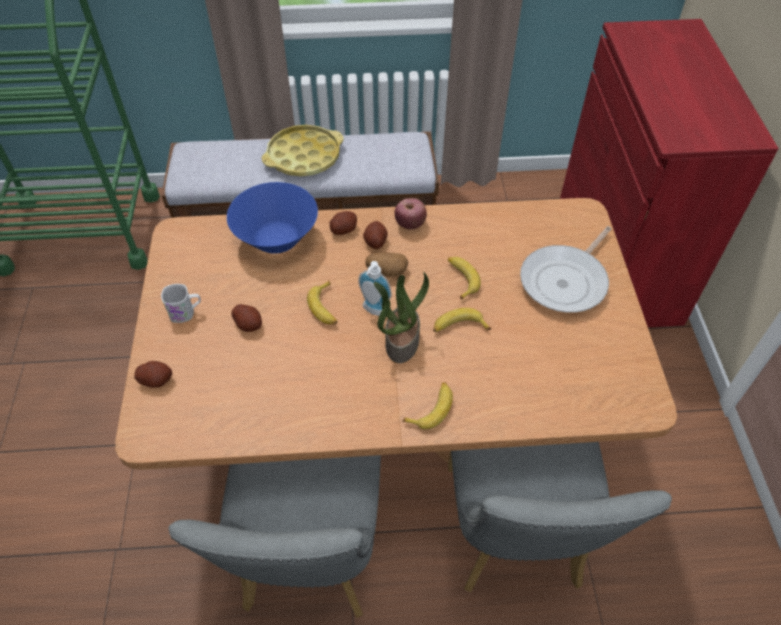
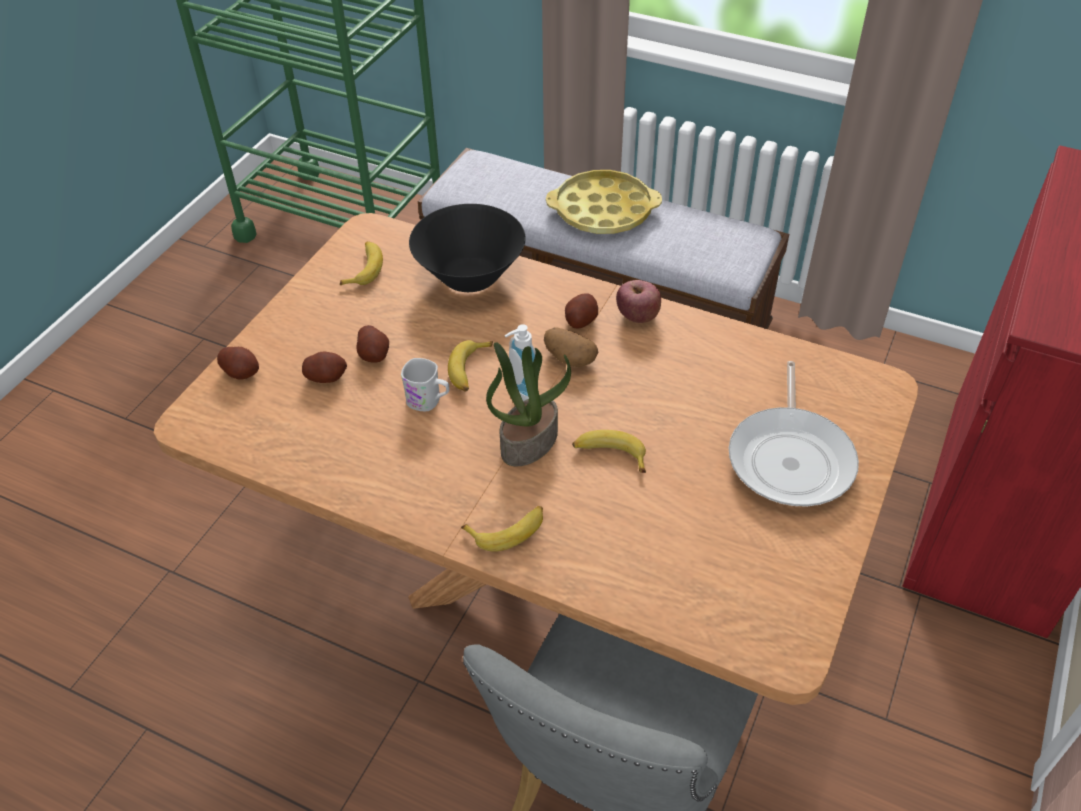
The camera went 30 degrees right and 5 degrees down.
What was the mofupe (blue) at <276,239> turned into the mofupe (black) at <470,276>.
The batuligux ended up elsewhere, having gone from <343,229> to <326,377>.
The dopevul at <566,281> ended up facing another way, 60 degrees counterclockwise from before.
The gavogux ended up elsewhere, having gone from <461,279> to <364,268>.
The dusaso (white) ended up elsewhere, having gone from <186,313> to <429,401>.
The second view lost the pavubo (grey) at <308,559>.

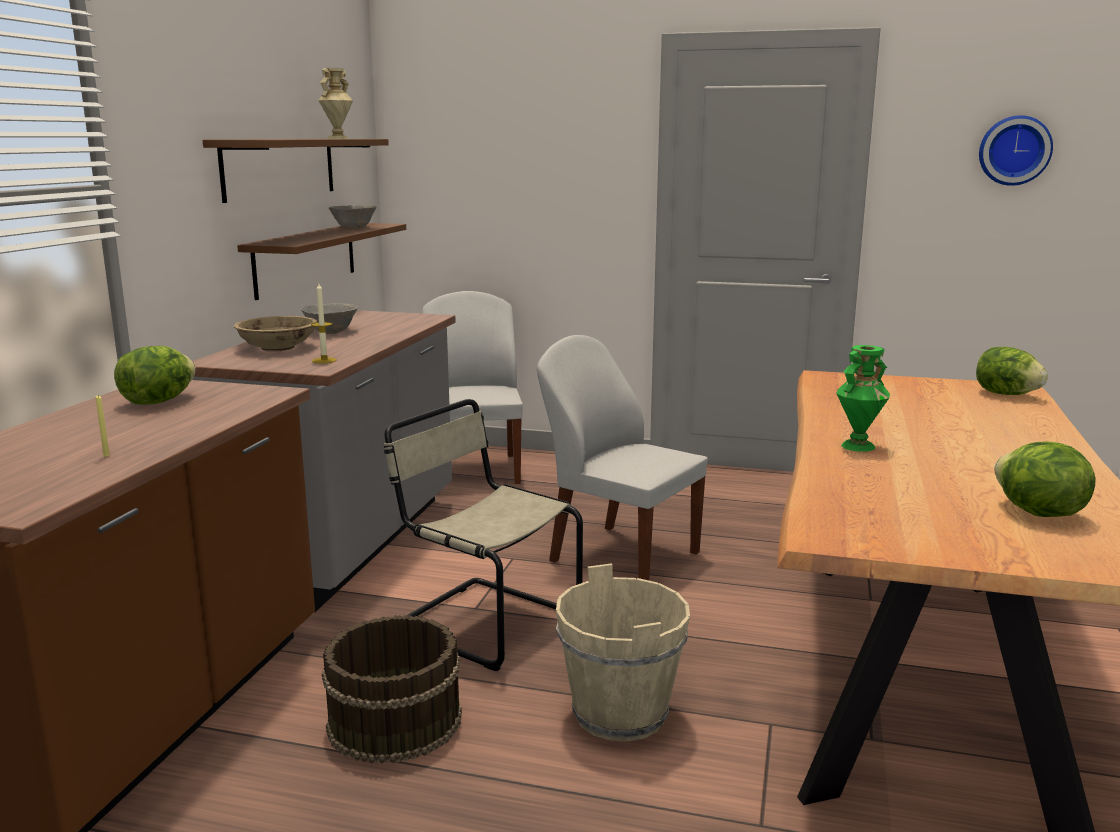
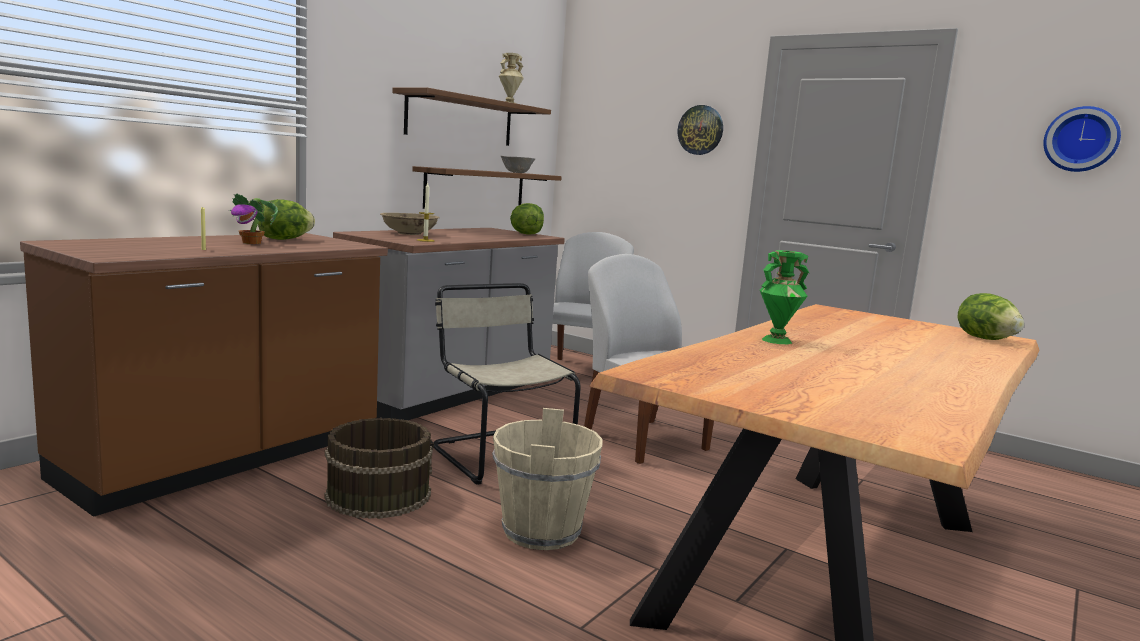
The camera went 20 degrees right and 5 degrees down.
The second view lost the mofupe (grey) at <331,331>.
The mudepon ended up elsewhere, having gone from <1037,513> to <526,234>.
The second view gained the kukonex at <700,130>.
The second view gained the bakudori at <252,243>.

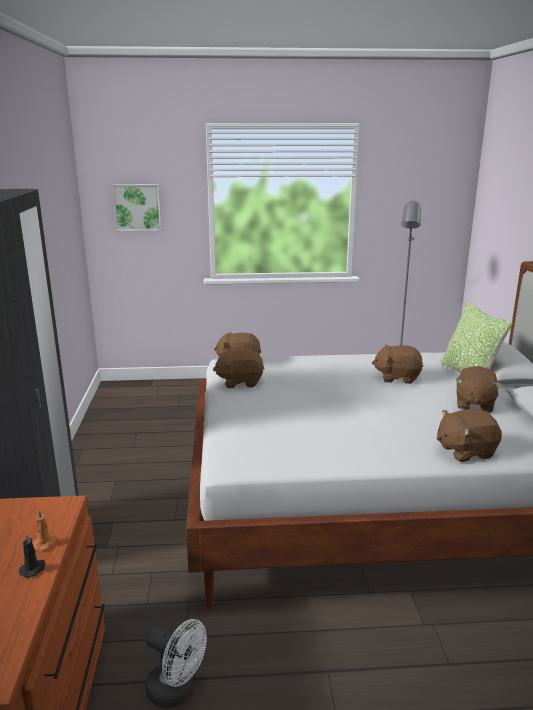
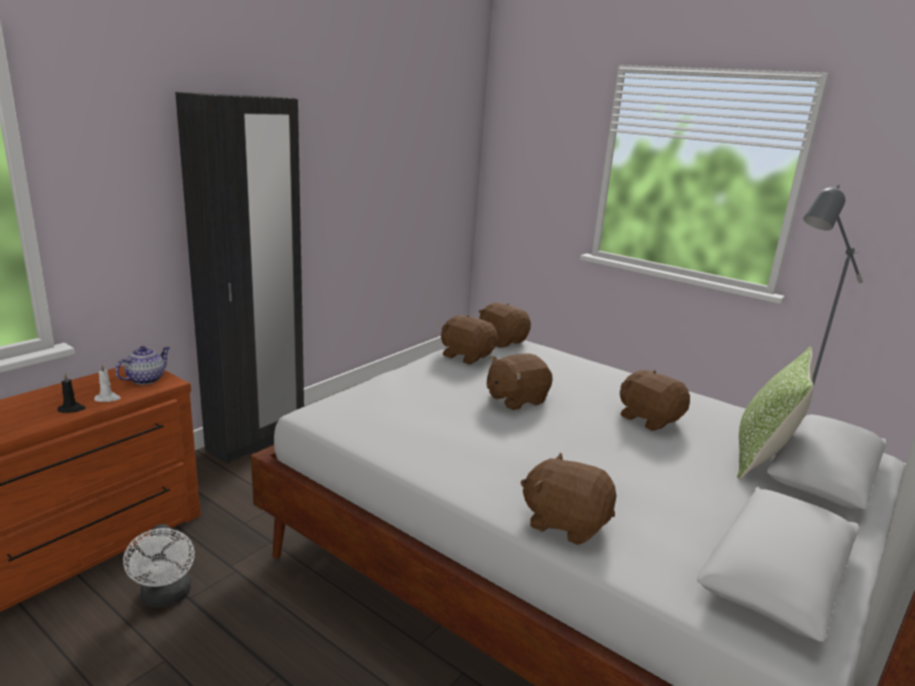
The camera went 40 degrees right and 0 degrees up.
The second view lost the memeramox at <138,207>.
The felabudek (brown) ended up elsewhere, having gone from <474,404> to <515,399>.
What was the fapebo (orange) at <45,543> turned into the fapebo (white) at <108,398>.
The second view gained the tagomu at <146,379>.

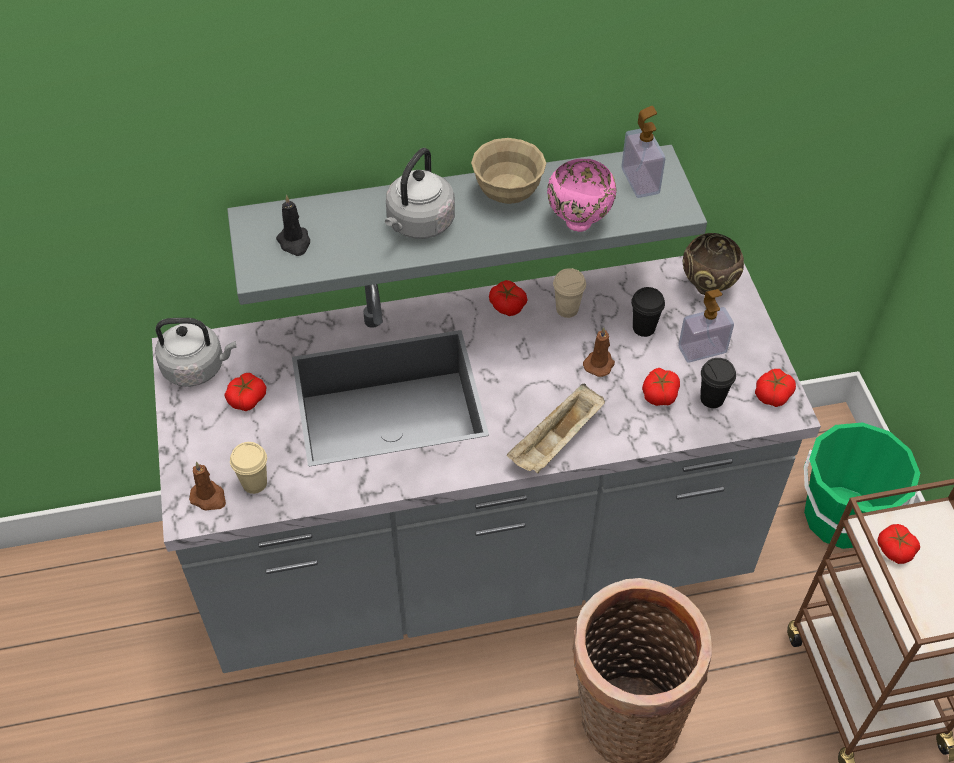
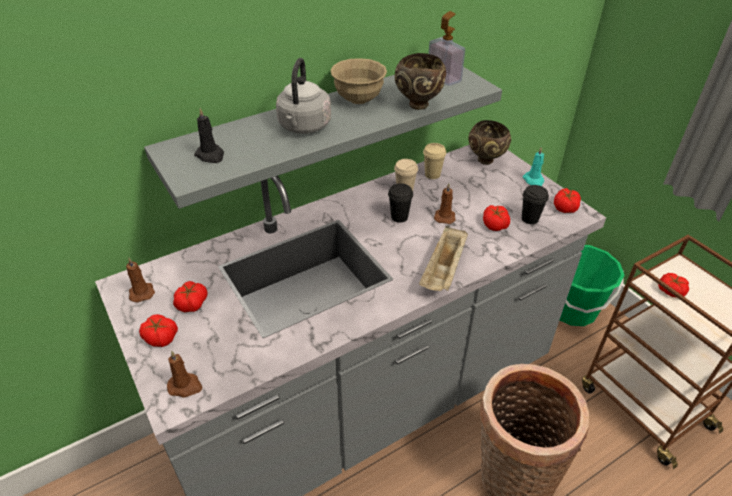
The camera went 20 degrees left and 10 degrees down.
What was the mofupe (pink) at <578,221> turned into the mofupe (brown) at <418,104>.
The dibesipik ended up elsewhere, having gone from <507,305> to <160,337>.
The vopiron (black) ended up elsewhere, having gone from <643,328> to <399,217>.
The second view lost the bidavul at <702,349>.
Where the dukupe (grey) stood at <197,368>, the fapebo (brown) came to stand at <141,292>.
The vopiron (beige) ended up elsewhere, having gone from <254,483> to <432,175>.
The second view gained the fapebo (turquoise) at <533,181>.

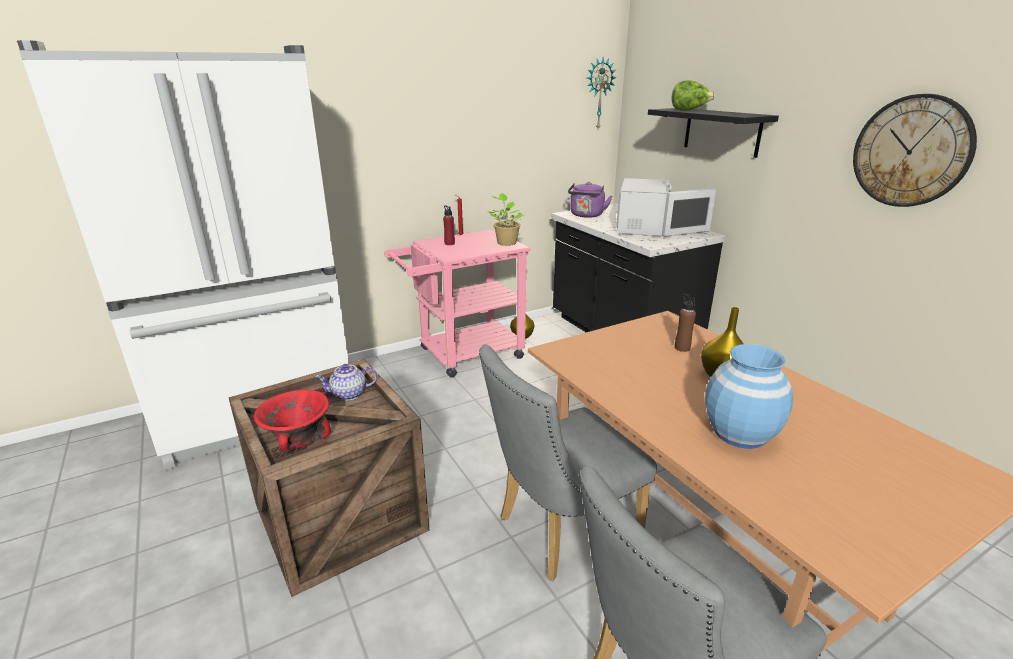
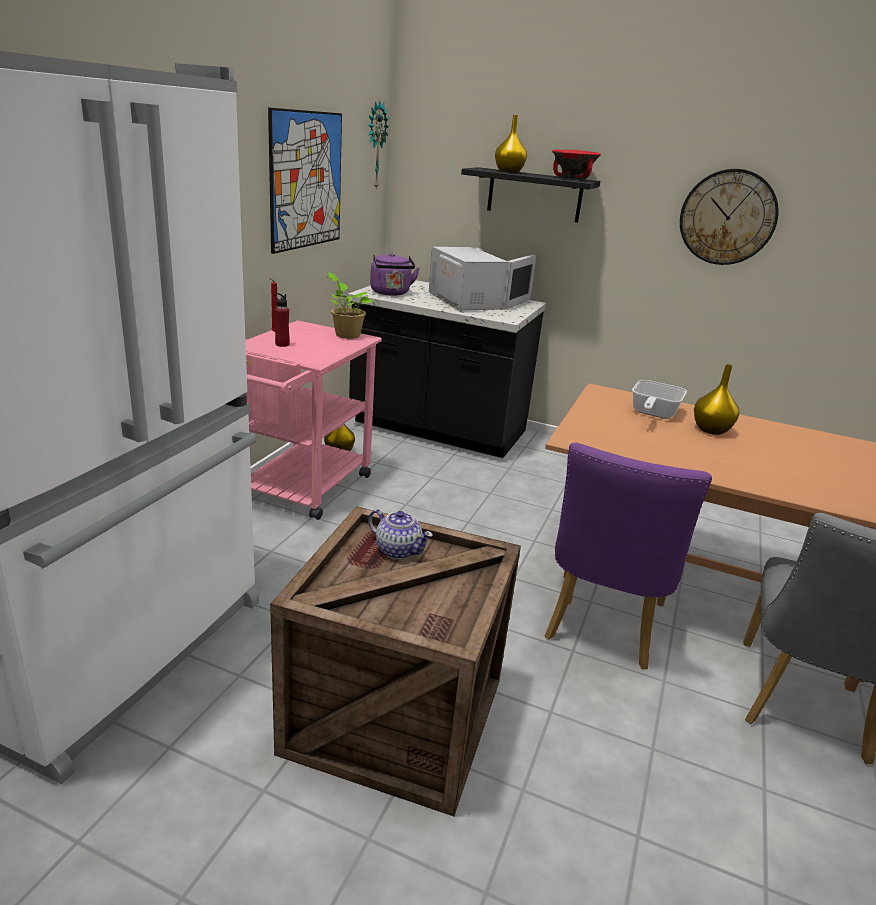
The camera went 40 degrees left and 0 degrees up.
Where the mudepon stood at <689,110>, the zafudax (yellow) came to stand at <508,172>.
Where the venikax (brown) stood at <682,348>, the dopevul came to stand at <652,414>.
What was the pavubo (grey) at <559,531> turned into the pavubo (purple) at <601,627>.
The second view lost the zafudax (blue) at <739,433>.
The tagomu at <349,394> ended up facing another way, 90 degrees counterclockwise from before.
The mofupe (red) ended up elsewhere, having gone from <299,439> to <572,179>.
The second view gained the memeramox at <306,180>.

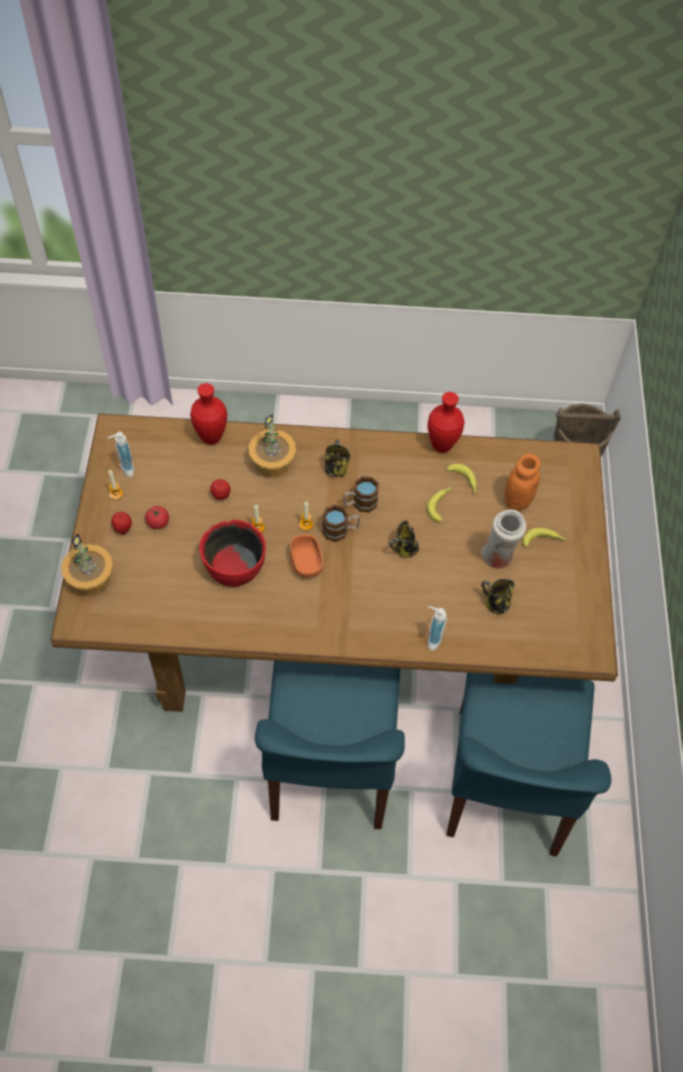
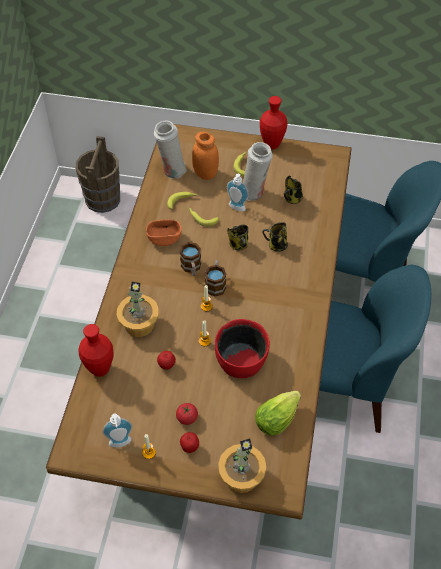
The camera went 80 degrees left and 5 degrees down.
The zafudax (red) ended up elsewhere, having gone from <442,445> to <271,145>.
The dusaso ended up elsewhere, having gone from <335,468> to <276,245>.
The mofupe (orange) ended up elsewhere, having gone from <306,563> to <164,238>.
The bidavul ended up elsewhere, having gone from <431,638> to <236,208>.
The second view gained the zafudax (white) at <171,171>.
The second view gained the mudepon at <279,417>.

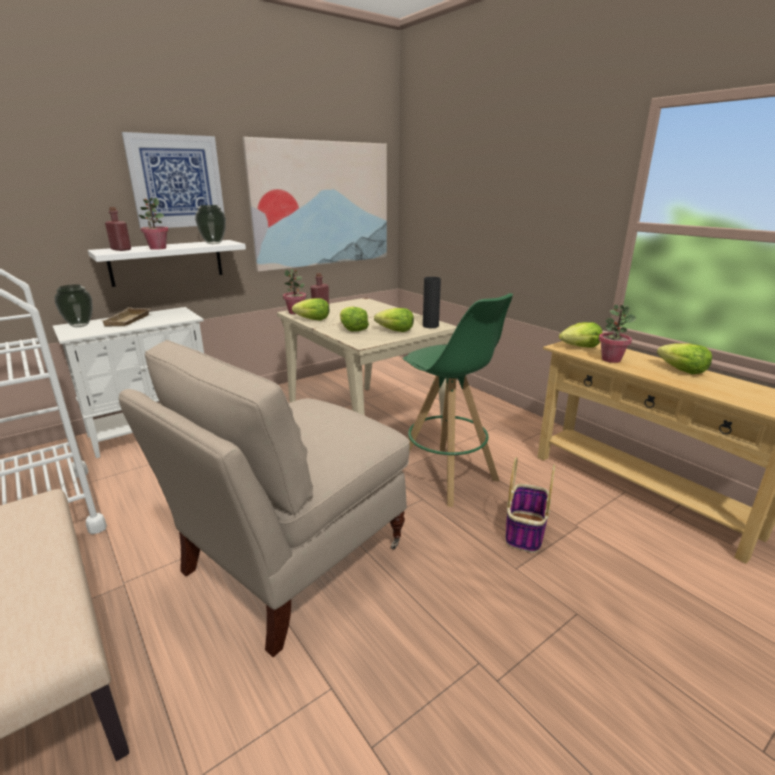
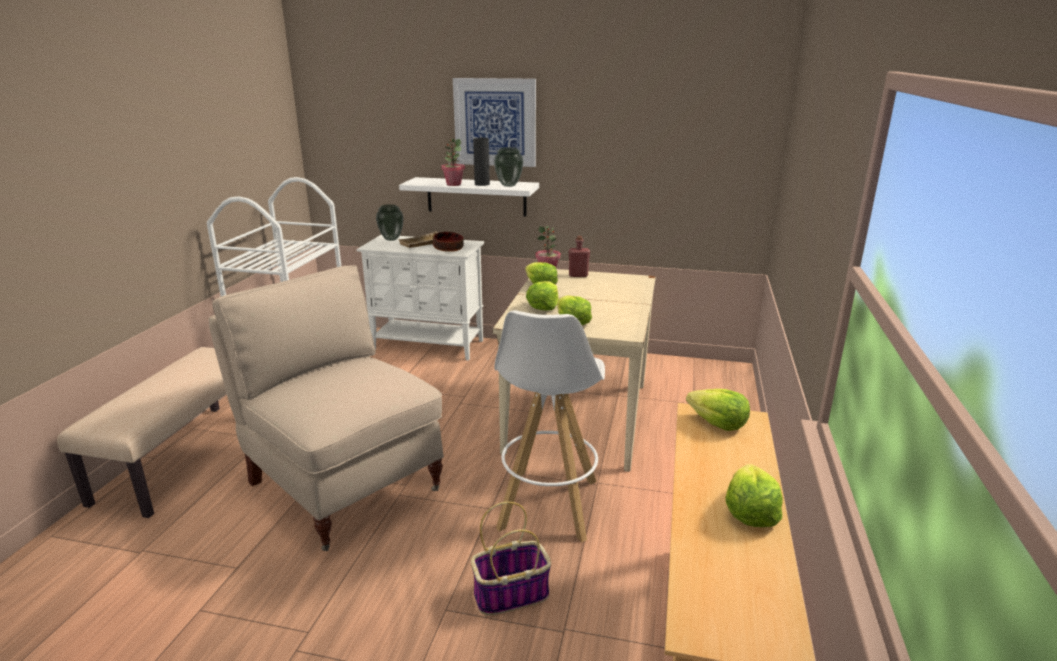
The camera went 50 degrees right and 0 degrees up.
The second view lost the memeramox at <322,204>.
The second view lost the venikax (red) at <121,249>.
The zafudax (black) ended up elsewhere, having gone from <430,326> to <482,184>.
What was the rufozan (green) at <447,475> turned into the rufozan (white) at <548,505>.
The second view lost the bakudori at <611,359>.
The pavubo (beige) at <292,560> ended up facing another way, 45 degrees clockwise from before.
The second view gained the mofupe at <448,249>.

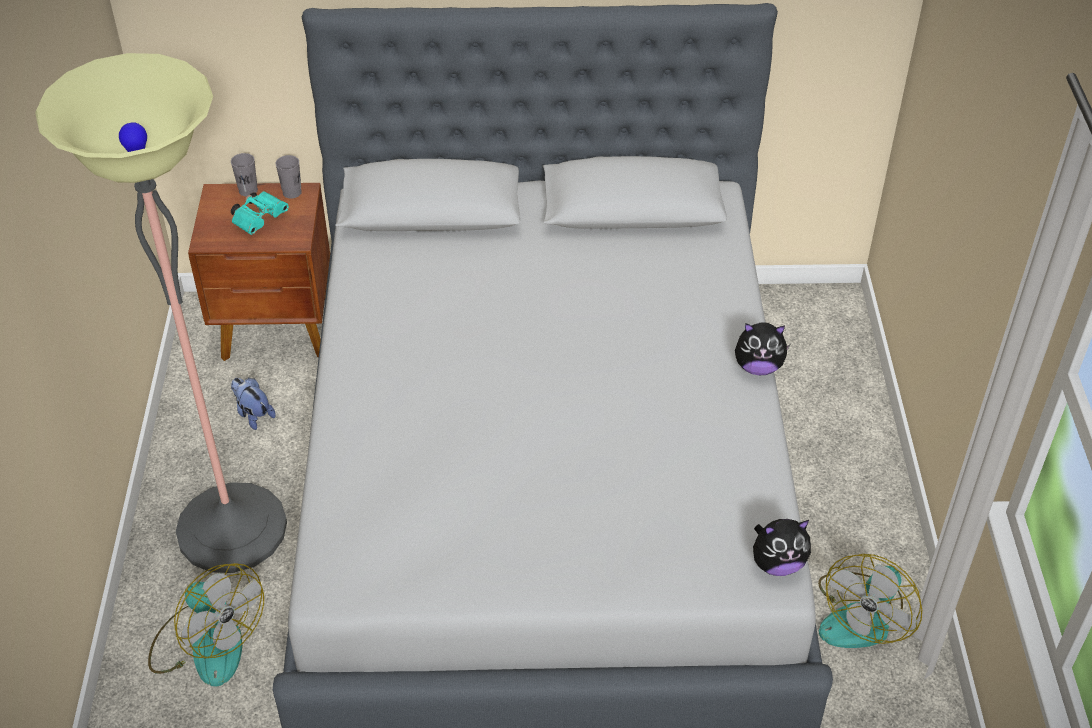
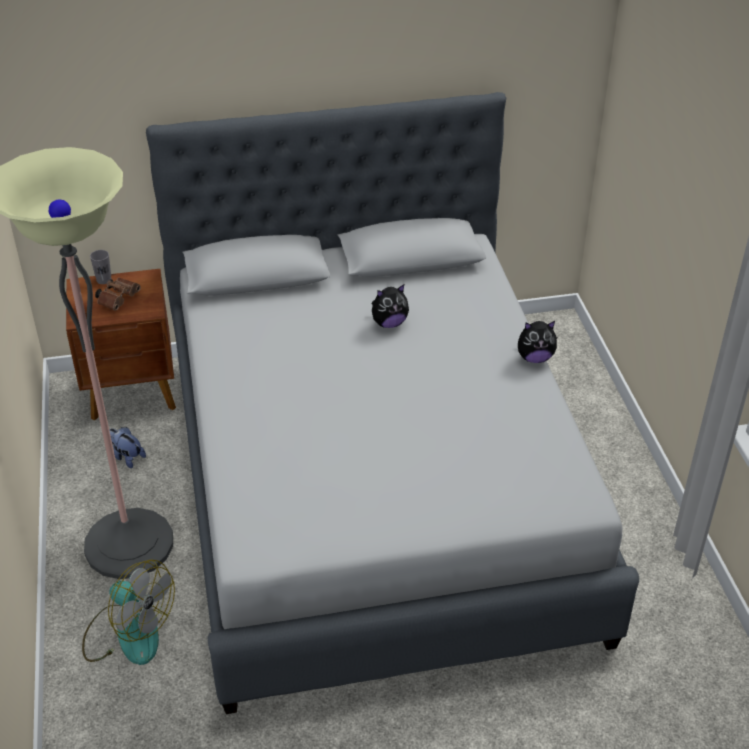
The camera went 10 degrees left and 5 degrees down.
The second view lost the vopiron (grey) at <292,192>.
What was the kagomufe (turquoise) at <260,219> turned into the kagomufe (brown) at <119,299>.
The felabudek ended up elsewhere, having gone from <777,563> to <389,323>.
The second view lost the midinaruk at <862,616>.

